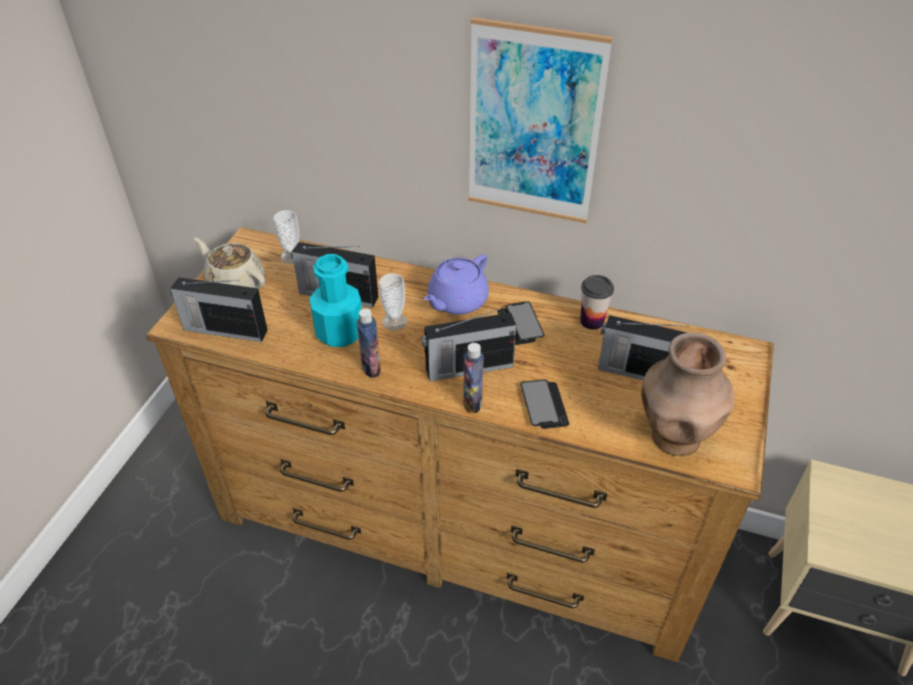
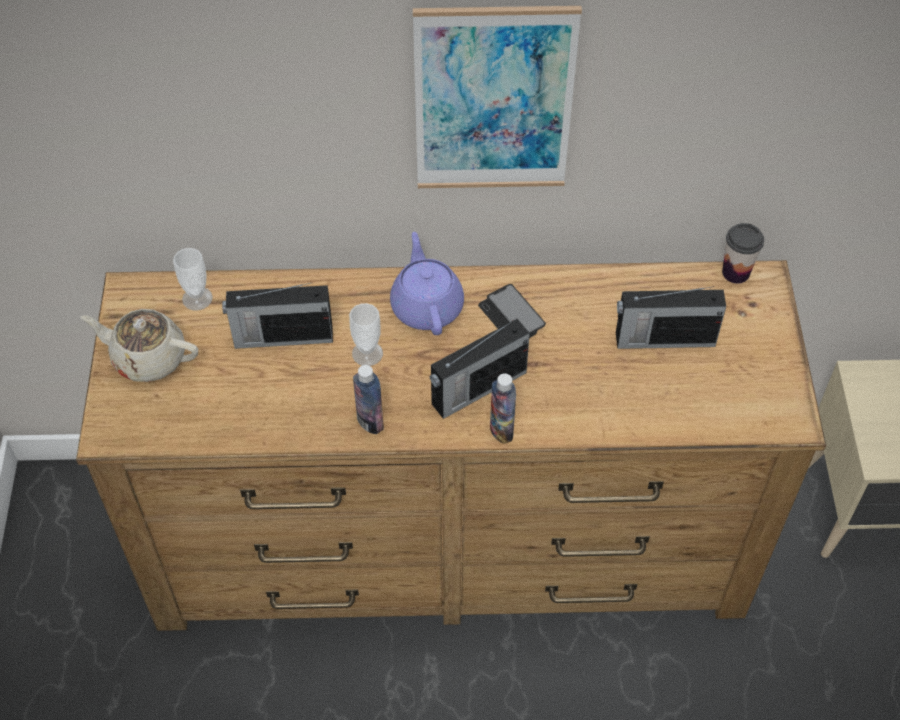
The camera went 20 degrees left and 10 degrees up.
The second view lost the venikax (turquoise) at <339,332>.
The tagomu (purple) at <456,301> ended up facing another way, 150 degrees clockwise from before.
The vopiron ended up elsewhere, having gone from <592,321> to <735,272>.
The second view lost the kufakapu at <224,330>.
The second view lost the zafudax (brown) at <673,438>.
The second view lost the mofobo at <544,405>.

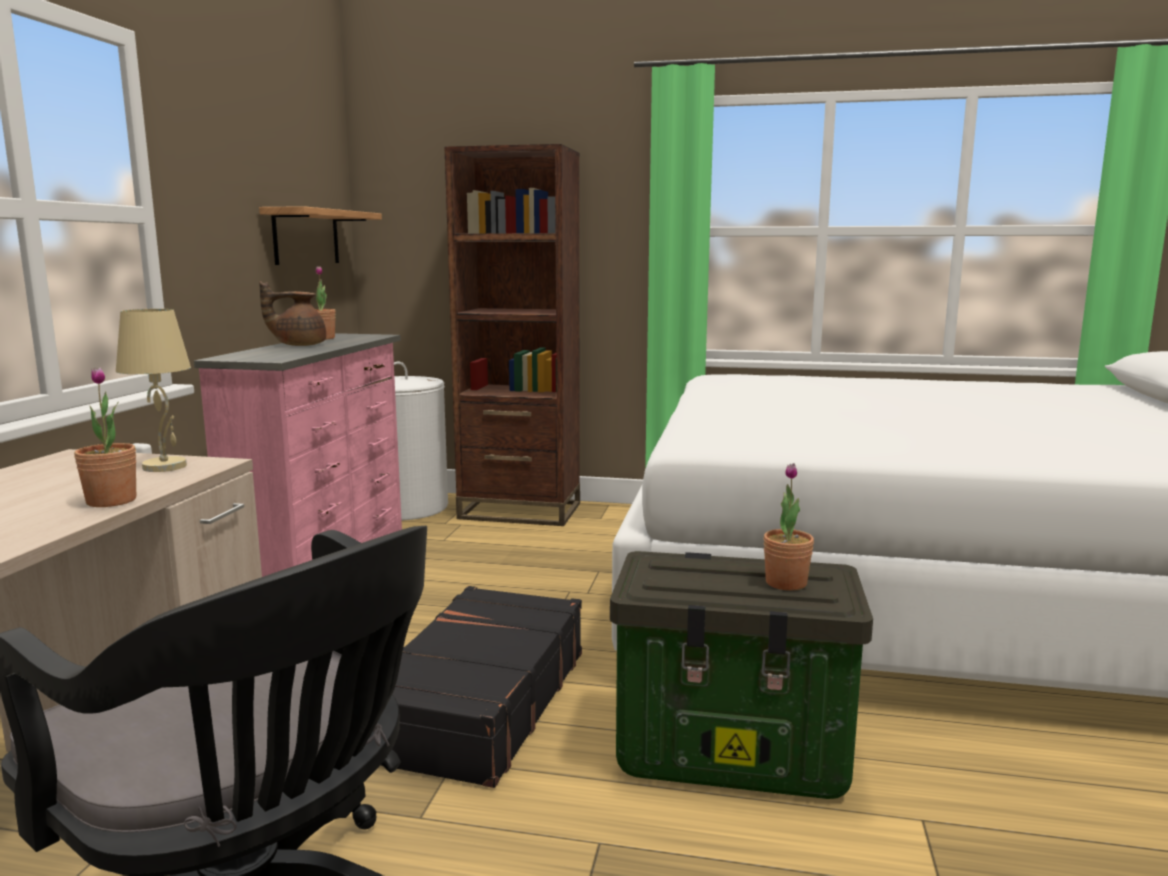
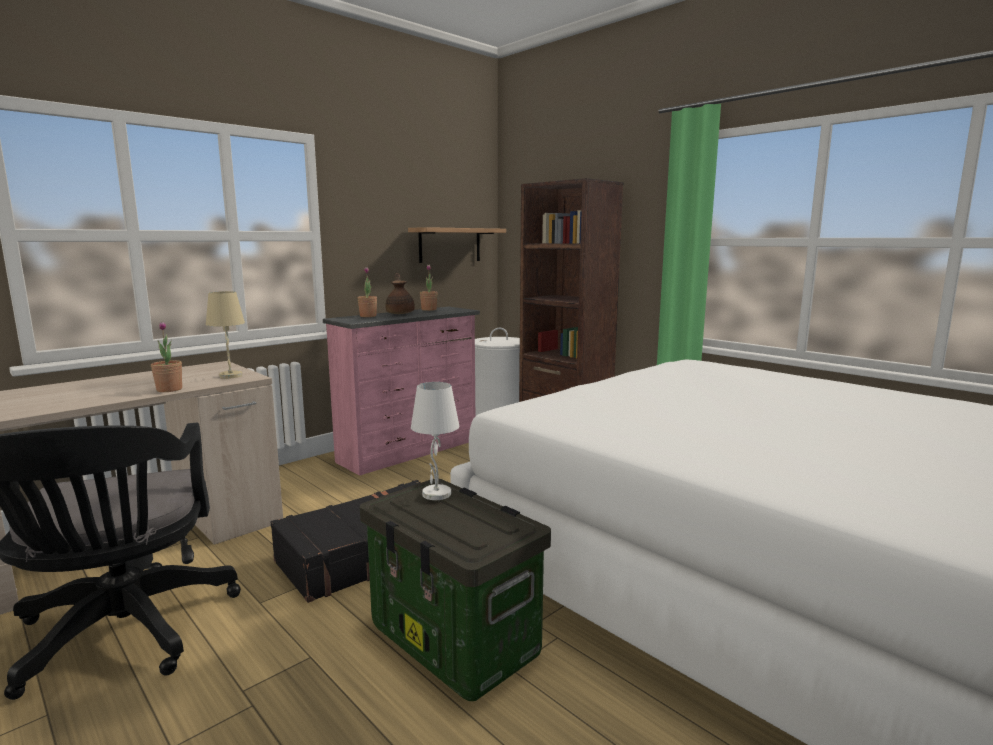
The camera went 35 degrees right and 0 degrees up.
The tagomu (brown) at <299,345> ended up facing another way, 60 degrees clockwise from before.
The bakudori ended up elsewhere, having gone from <786,583> to <368,316>.
The second view gained the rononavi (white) at <437,494>.

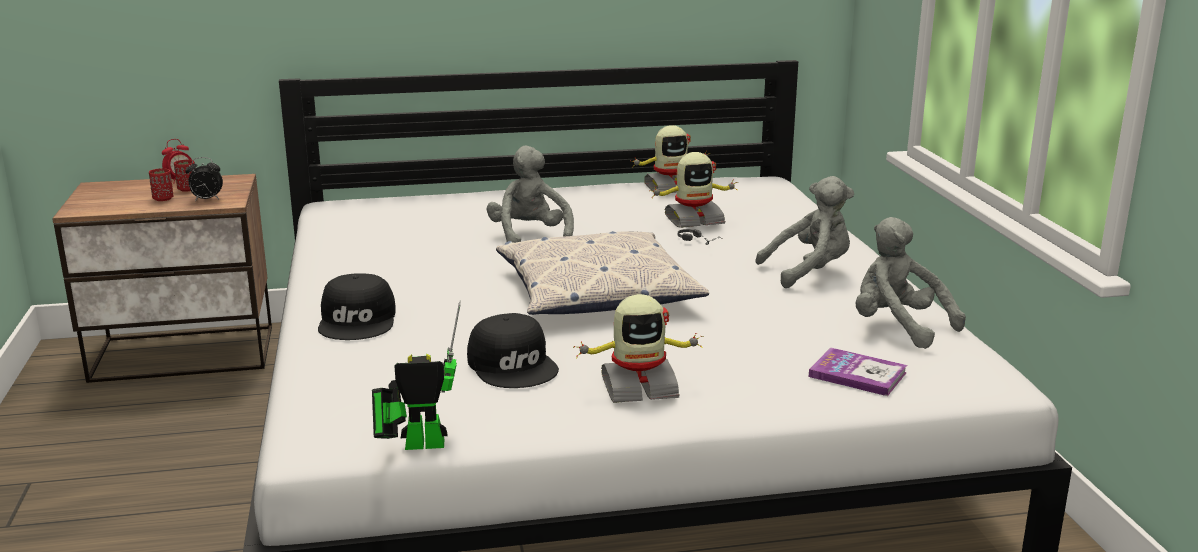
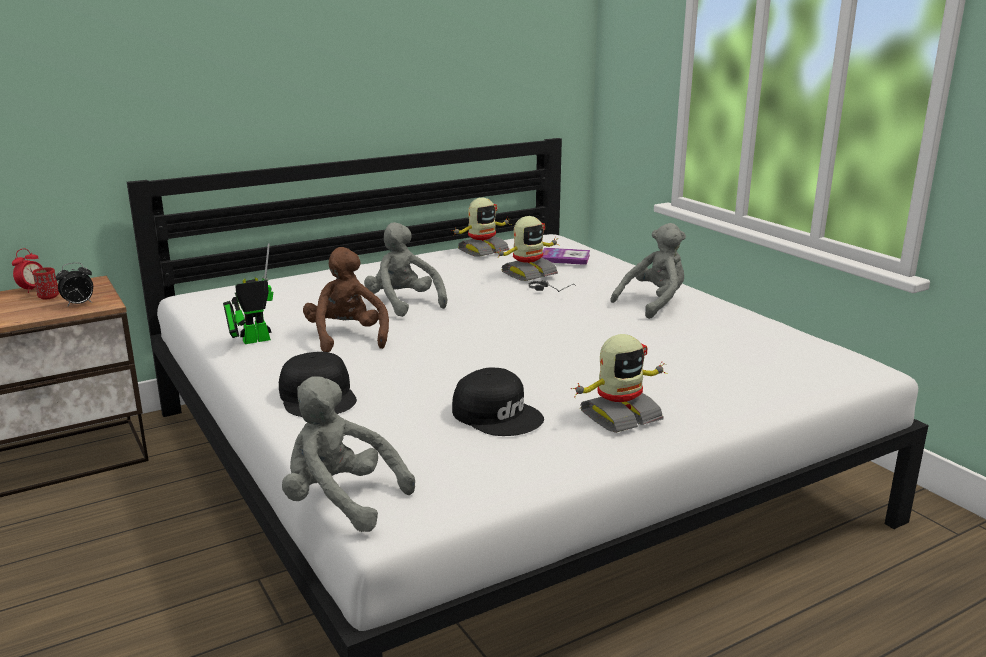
The camera went 20 degrees left and 0 degrees up.
The second view lost the vopiron (red) at <163,199>.
The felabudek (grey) ended up elsewhere, having gone from <897,327> to <340,501>.
The second view lost the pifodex at <596,292>.
The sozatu ended up elsewhere, having gone from <417,444> to <251,341>.
The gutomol ended up elsewhere, having gone from <857,374> to <564,258>.
The second view gained the felabudek (brown) at <347,337>.

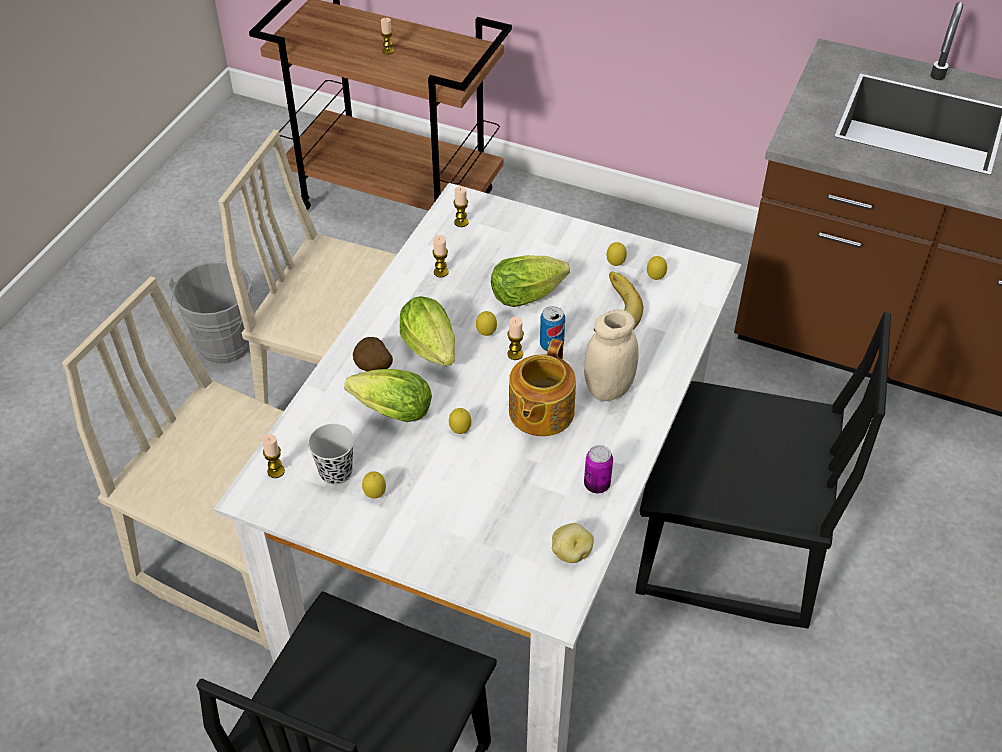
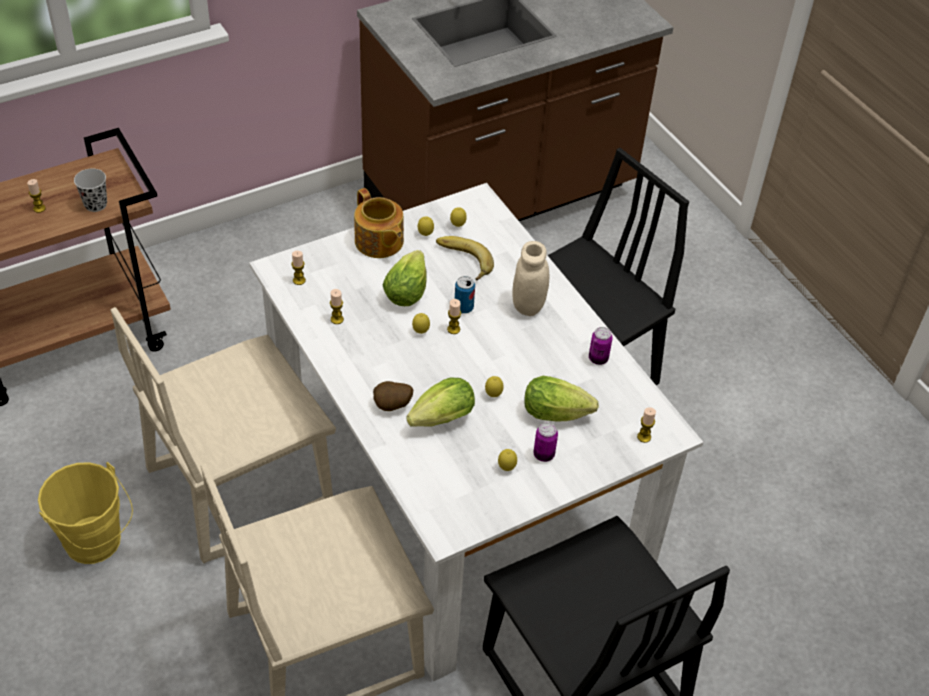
The camera went 55 degrees left and 0 degrees up.
What was the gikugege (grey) at <223,349> turned into the gikugege (yellow) at <97,545>.
The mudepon ended up elsewhere, having gone from <432,351> to <559,414>.
The tagomu ended up elsewhere, having gone from <540,412> to <379,242>.
The vopiron (black) ended up elsewhere, having gone from <336,472> to <95,204>.
The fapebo ended up elsewhere, having gone from <276,471> to <644,437>.
The second view lost the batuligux at <570,552>.
The second view gained the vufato at <543,455>.

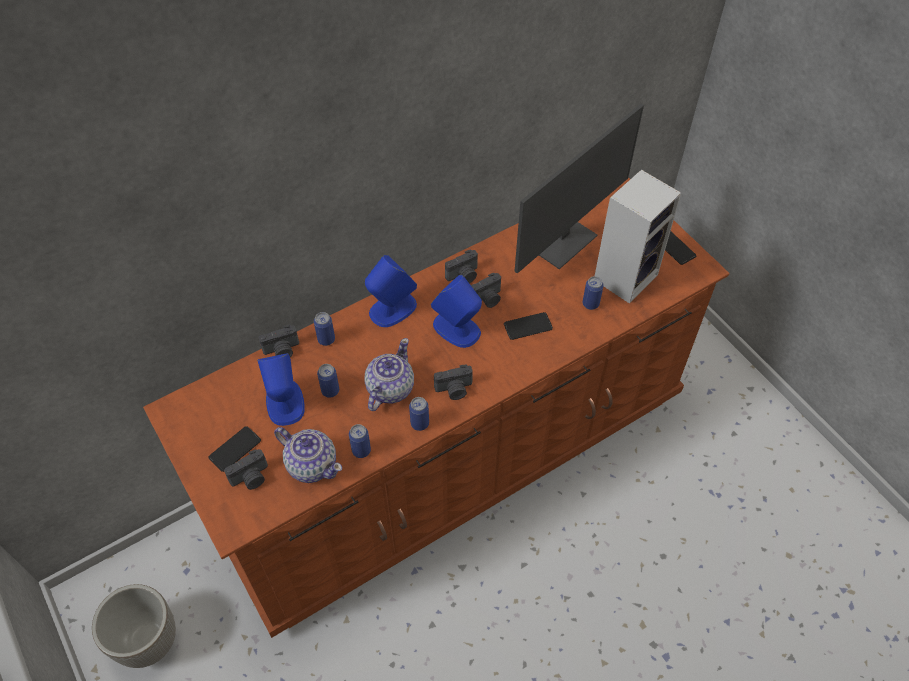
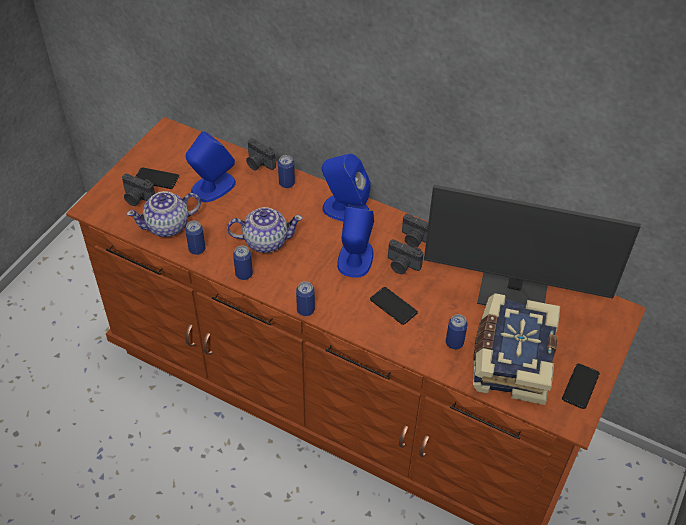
The camera went 60 degrees right and 5 degrees down.
Where the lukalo stood at <626,275>, the gutomol came to stand at <511,358>.
The vufato ended up elsewhere, having gone from <330,391> to <305,310>.
The second view lost the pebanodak at <454,390>.
The tagomu at <312,464> ended up facing another way, 60 degrees clockwise from before.
The second view lost the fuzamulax at <147,641>.

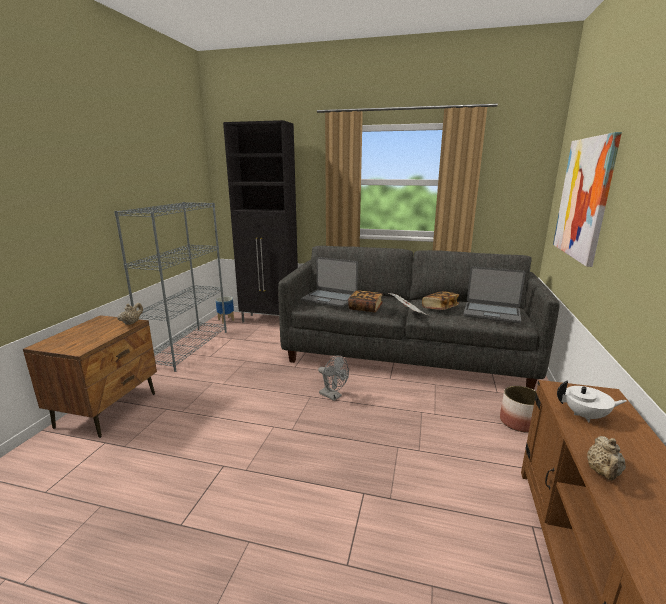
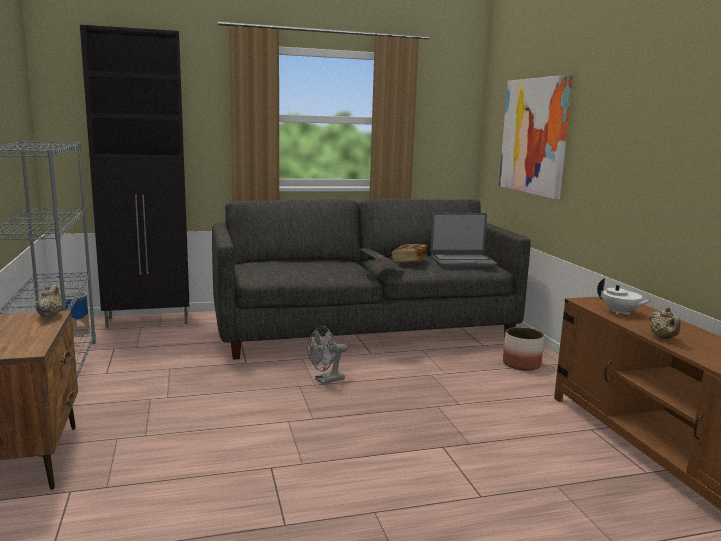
The camera went 30 degrees left and 5 degrees down.
The second view lost the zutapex at <329,299>.
The second view lost the gutomol at <365,308>.
The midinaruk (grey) at <333,396> ended up facing another way, 135 degrees clockwise from before.
The tagomu (white) at <585,416> ended up facing another way, 60 degrees clockwise from before.

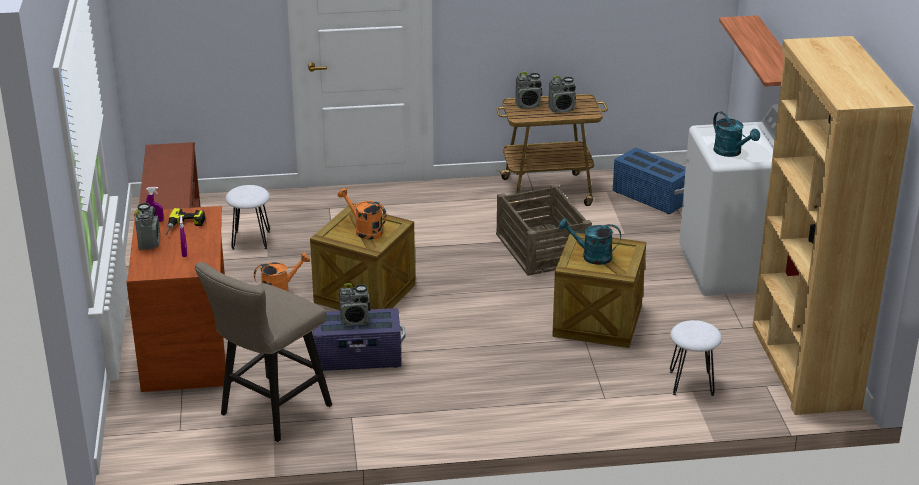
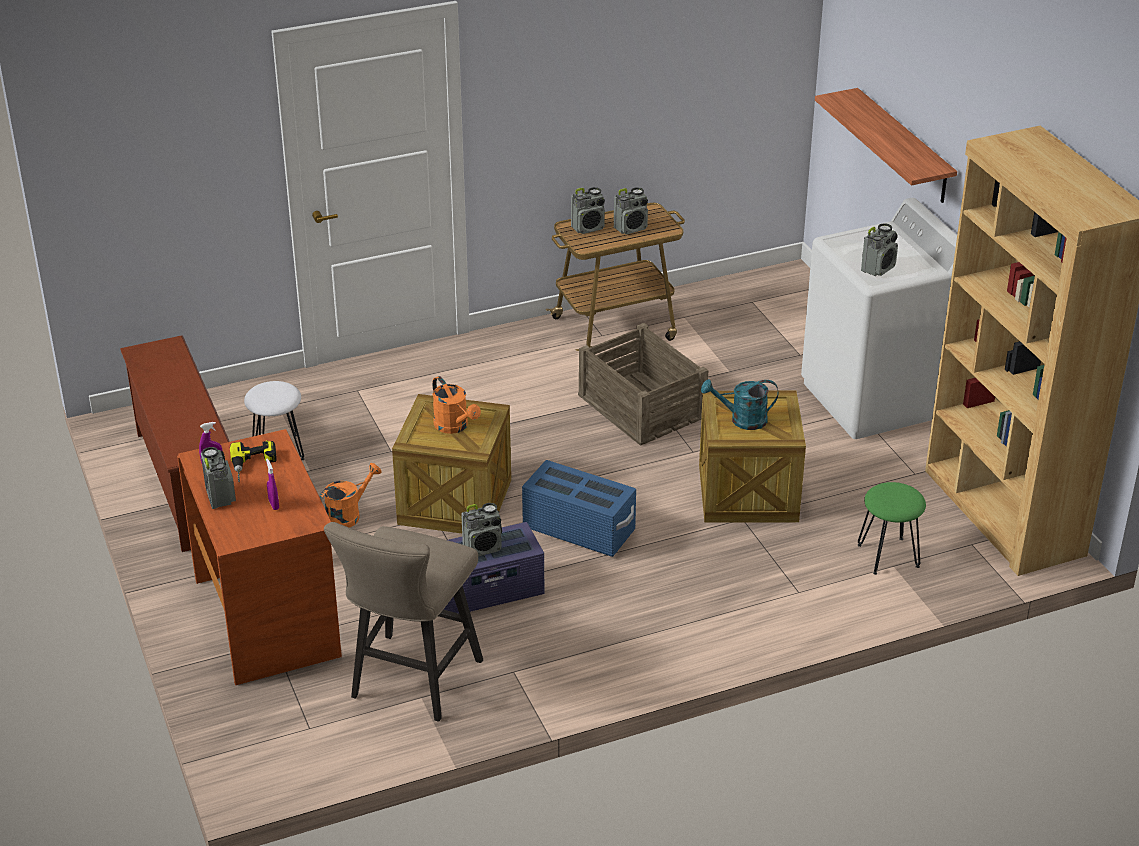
The camera went 15 degrees left and 5 degrees up.
Where the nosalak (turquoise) stood at <731,152>, the kufakapu came to stand at <878,268>.
The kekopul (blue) ended up elsewhere, having gone from <651,197> to <578,529>.
The nosalak (orange) at <365,230> ended up facing another way, 150 degrees counterclockwise from before.
What was the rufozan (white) at <692,383> turned into the rufozan (green) at <889,555>.

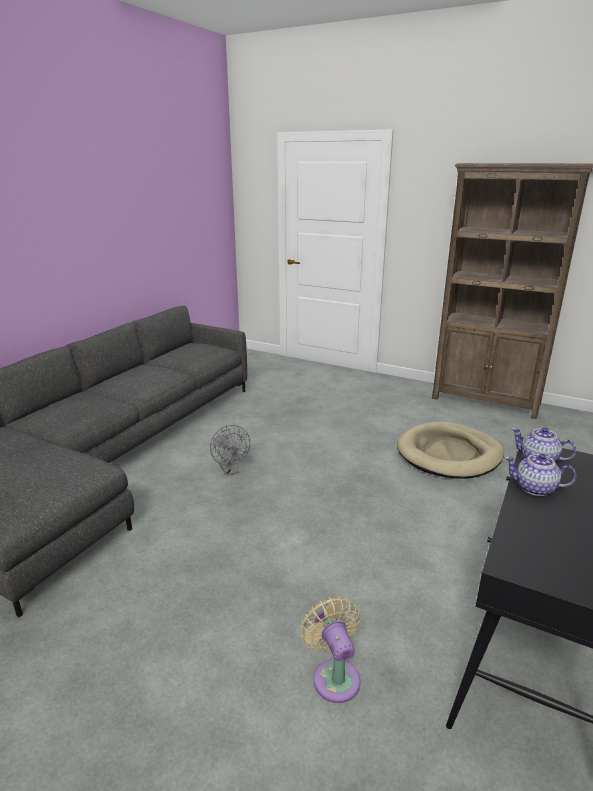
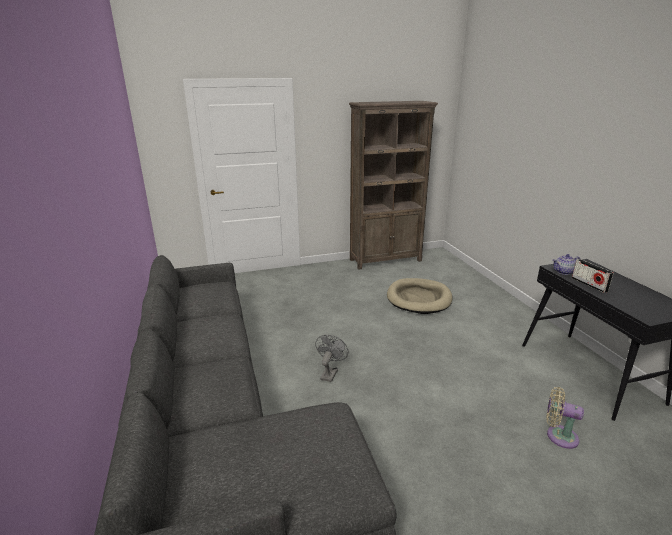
The camera went 45 degrees left and 0 degrees up.
The midinaruk (grey) at <230,470> ended up facing another way, 90 degrees counterclockwise from before.
Where the tagomu stood at <535,488>, the kufakapu came to stand at <589,284>.

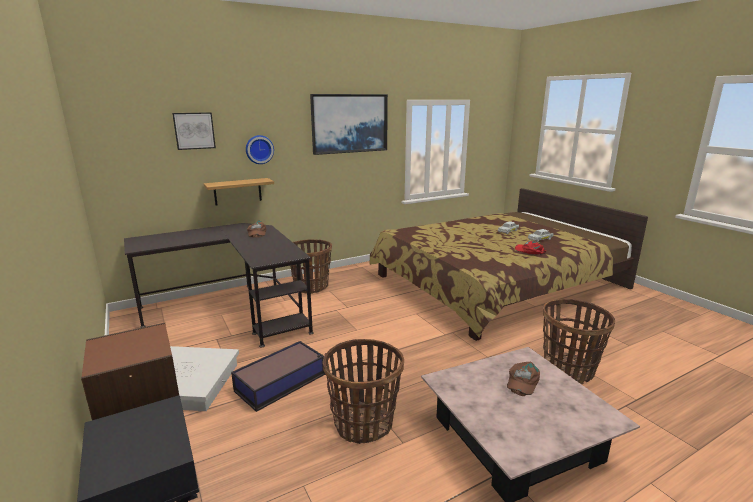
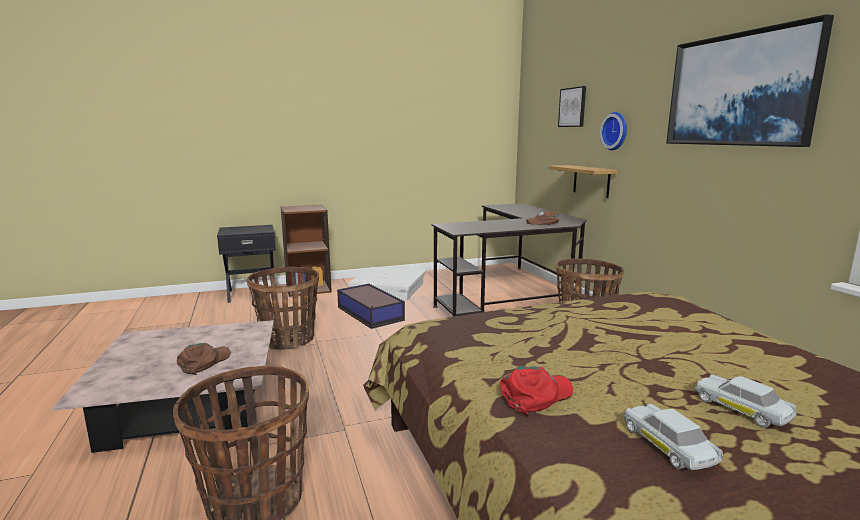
The camera went 100 degrees right and 5 degrees down.
The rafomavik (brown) at <522,381> ended up facing another way, 75 degrees clockwise from before.

